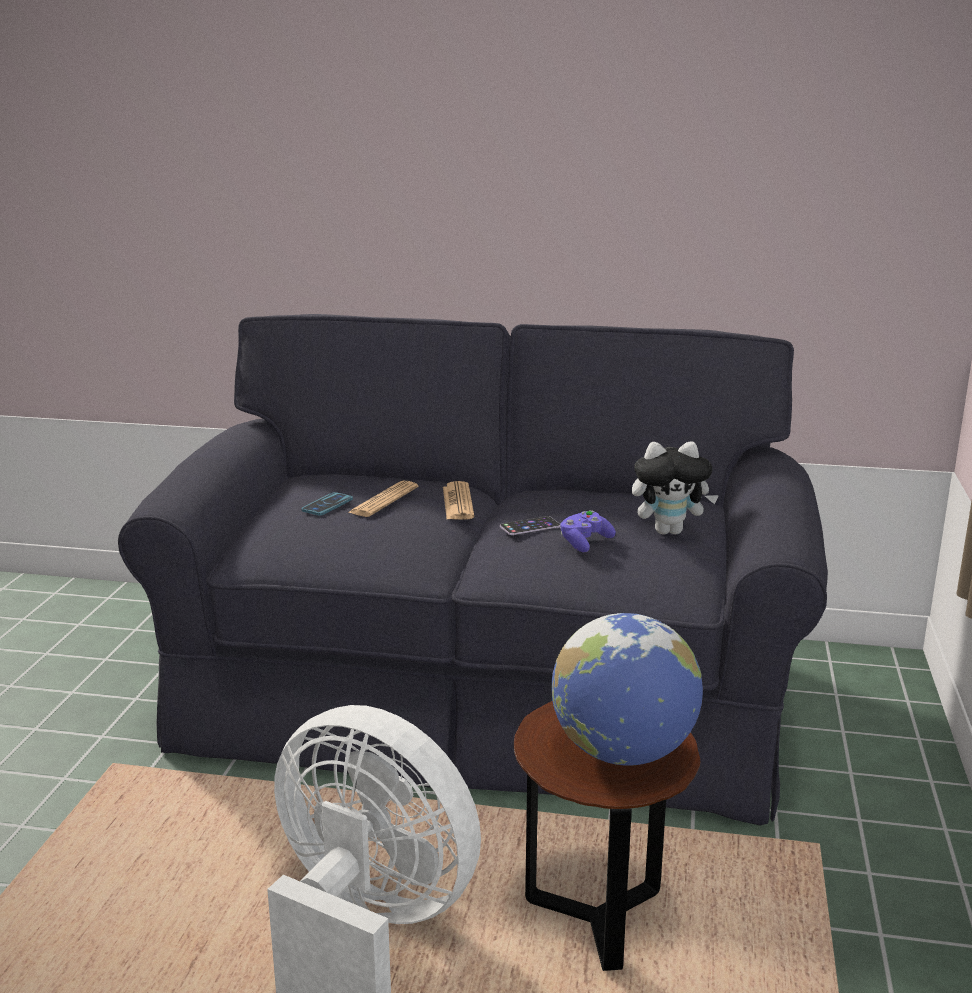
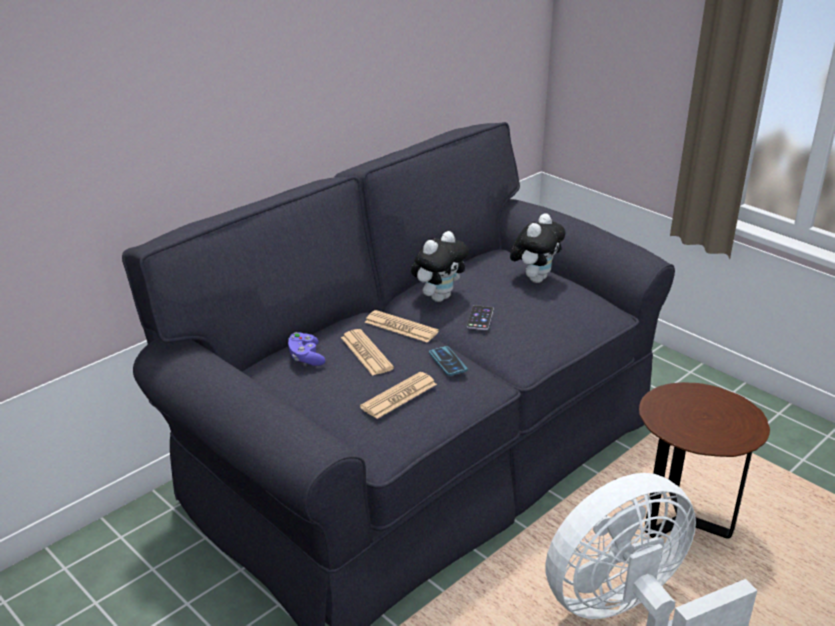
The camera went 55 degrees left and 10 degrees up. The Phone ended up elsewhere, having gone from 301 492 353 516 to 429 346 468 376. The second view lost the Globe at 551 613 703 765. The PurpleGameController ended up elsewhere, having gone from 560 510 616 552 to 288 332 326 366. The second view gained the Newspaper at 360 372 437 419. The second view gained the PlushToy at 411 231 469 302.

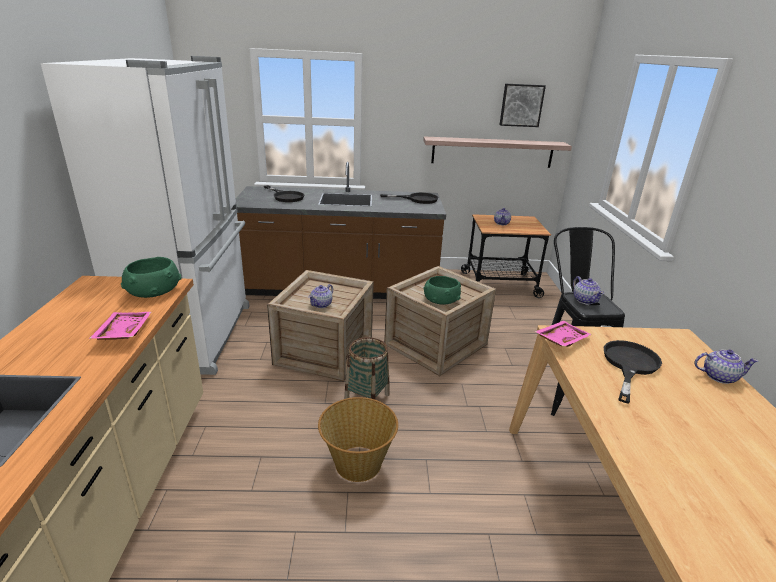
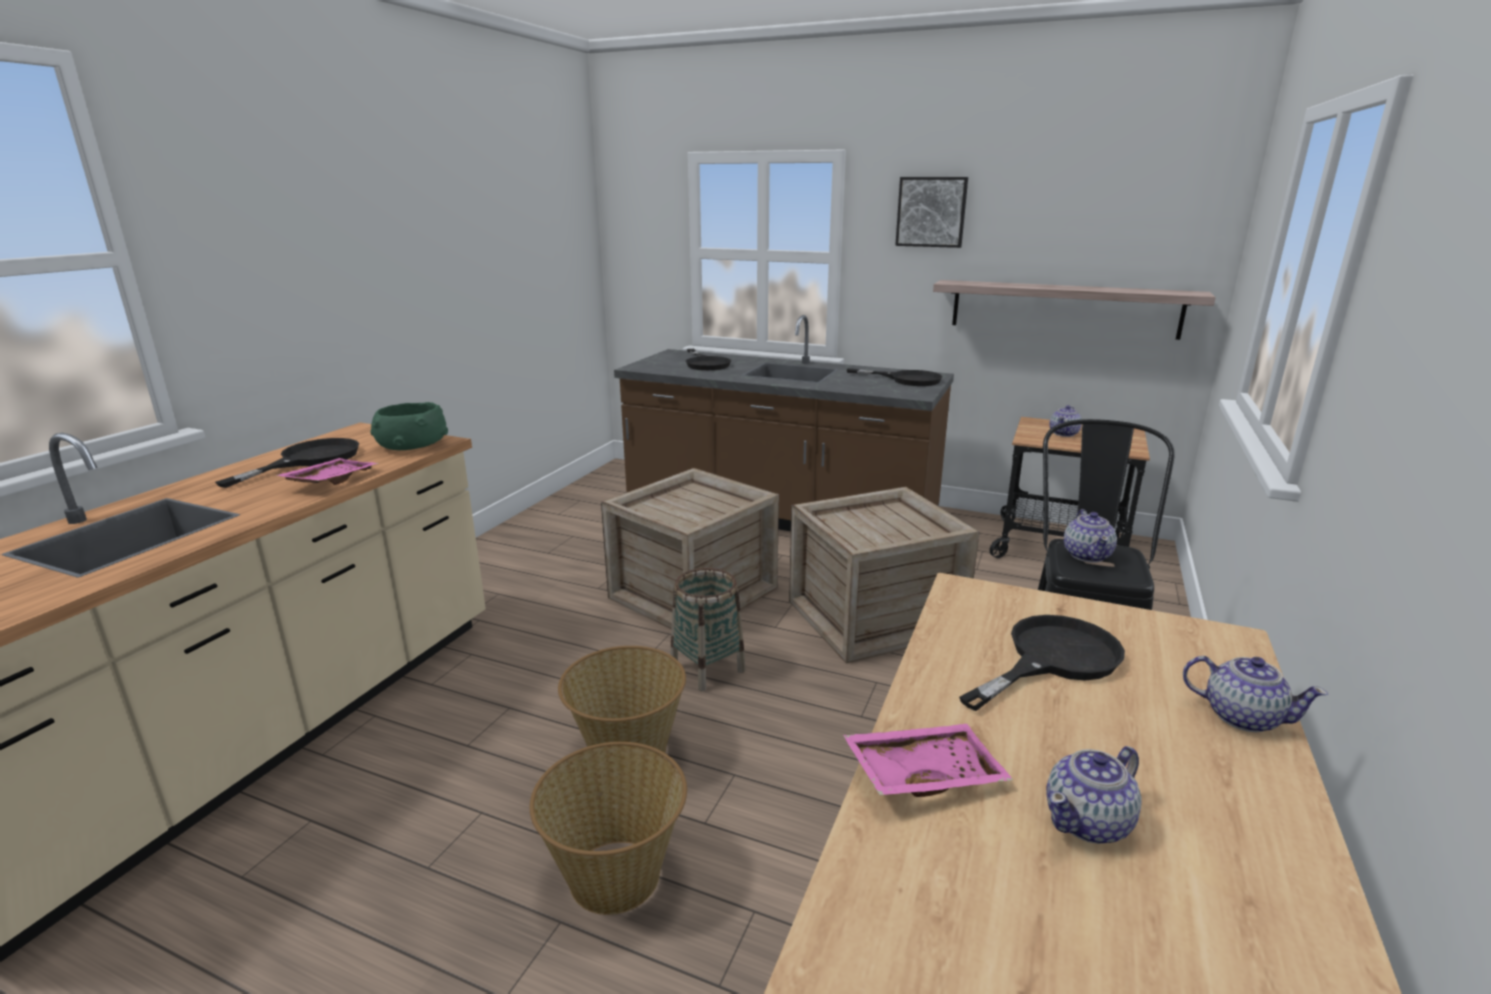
The camera went 25 degrees right and 5 degrees down. The second view lost the WhiteFridge at 41 56 249 375. The Teapot ended up elsewhere, having gone from 308 284 333 308 to 1046 746 1142 844. The second view lost the GreenBowl at 423 276 461 304. The Picture ended up elsewhere, having gone from 500 84 546 127 to 895 177 968 248. The PinkTray ended up elsewhere, having gone from 535 321 592 347 to 843 724 1013 797. The second view gained the BlackFryingPan at 215 438 359 488. The second view gained the Basket at 530 742 687 915.

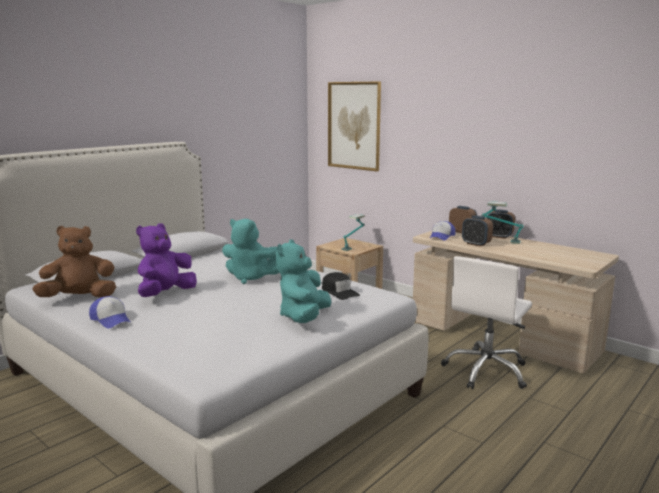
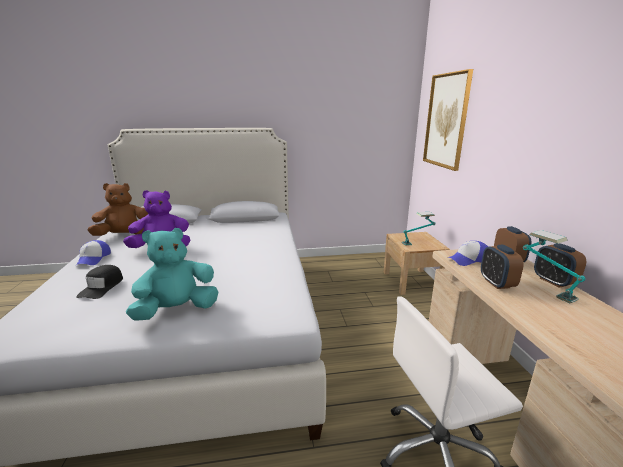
The camera went 40 degrees right and 5 degrees up. The BrownPlushToy at 32 226 116 297 ended up facing another way, 45 degrees counterclockwise from before. The second view lost the TurquoisePlushToy at 222 219 280 284. The BlackCap ended up elsewhere, having gone from 322 272 360 300 to 76 265 123 299.

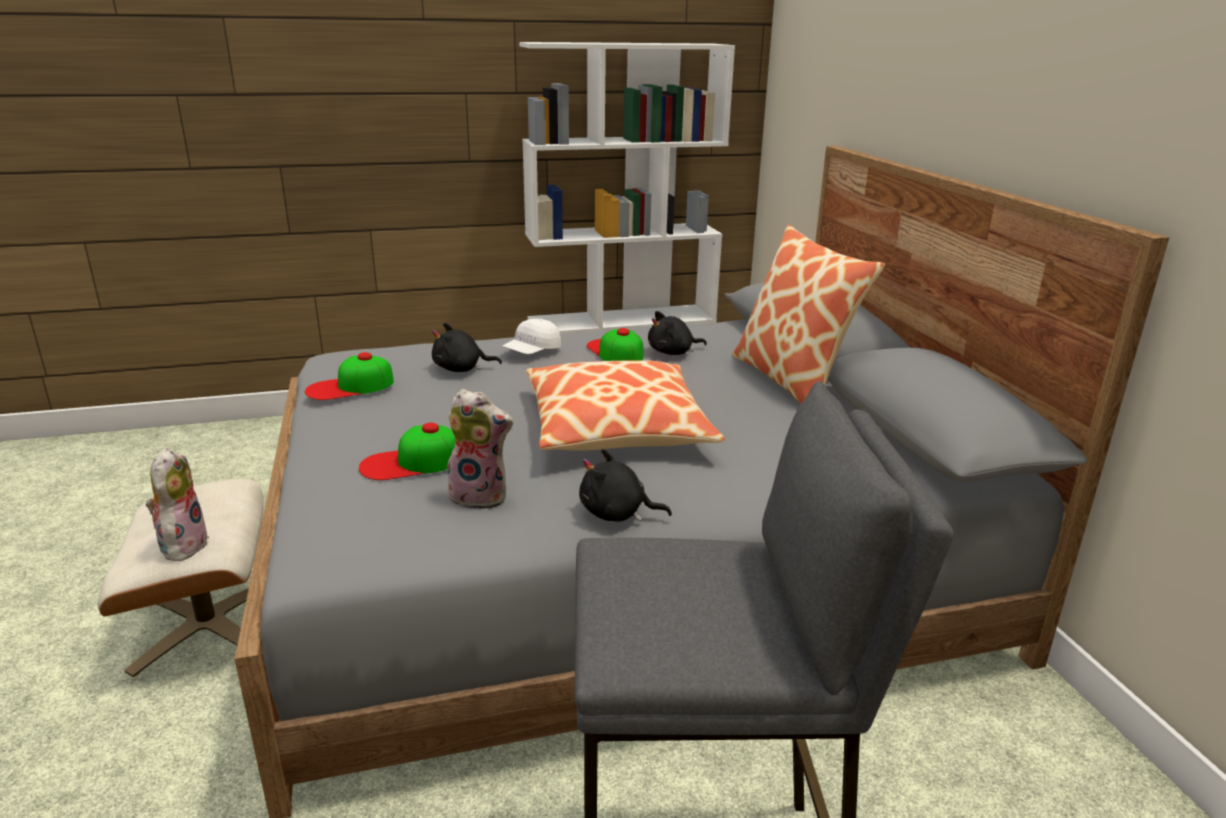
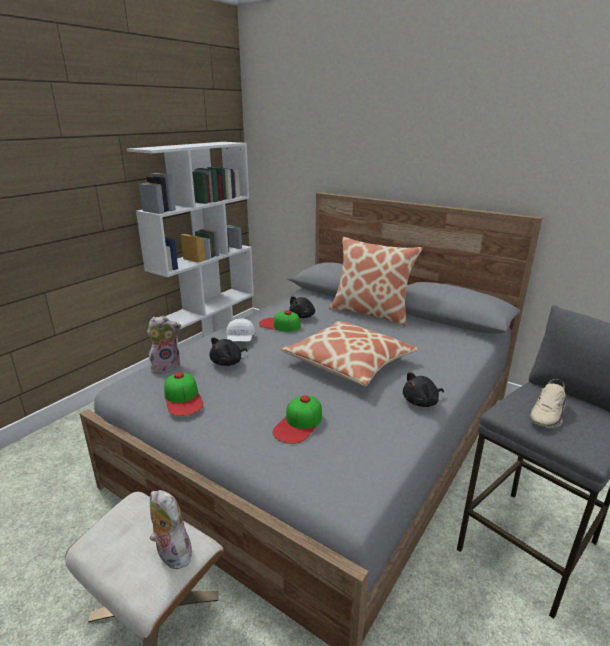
The camera went 40 degrees left and 0 degrees up. The Cap at 305 352 394 400 ended up facing another way, 45 degrees counterclockwise from before. The PlushToy ended up elsewhere, having gone from 445 389 513 510 to 147 315 181 374. The second view gained the BeigeShoe at 530 379 566 428.

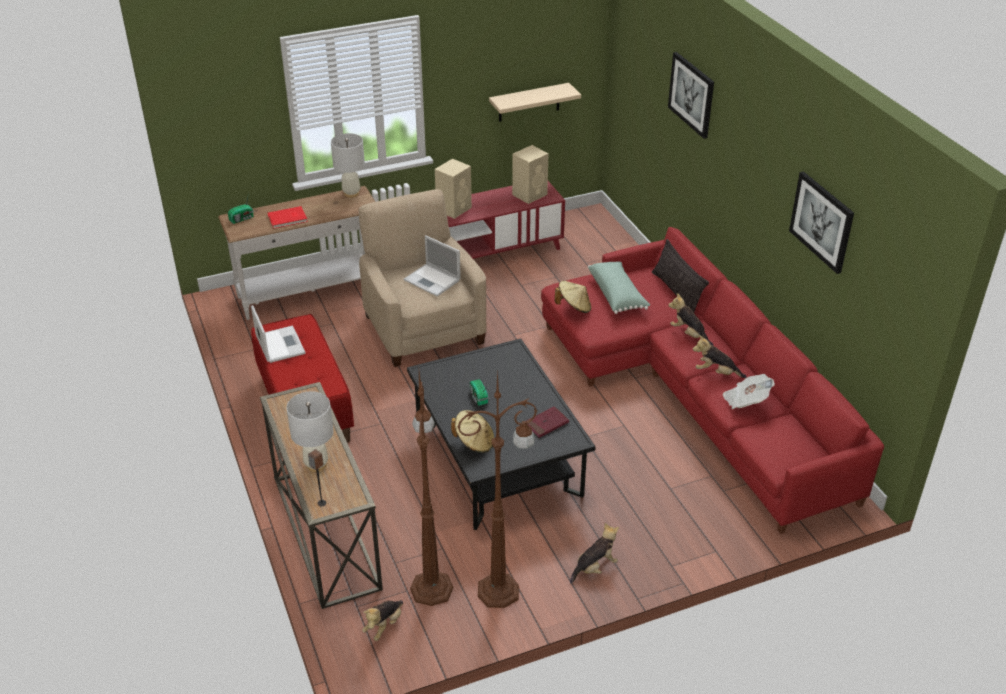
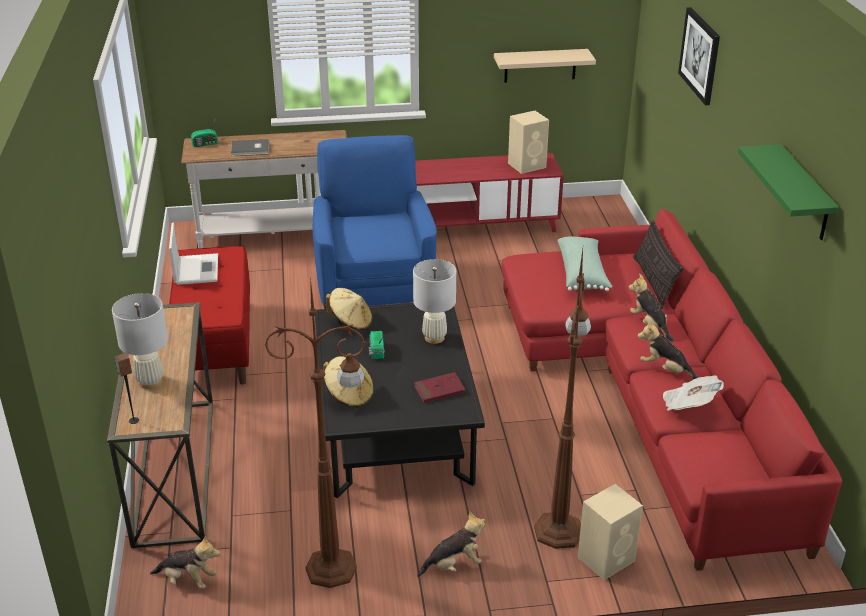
The camera went 15 degrees right and 5 degrees down. What was the RedBook at 268 206 308 228 turned into the GreyBook at 231 139 269 156. The WhiteTableLamp ended up elsewhere, having gone from 331 133 365 198 to 413 259 456 344. What was the BeigeArmchair at 359 189 487 367 turned into the BlueArmchair at 313 135 437 309. The PlushToy at 362 600 403 641 ended up facing another way, 120 degrees counterclockwise from before. The second view lost the Laptop at 403 235 461 296. The BrownFloorLamp ended up elsewhere, having gone from 410 371 453 606 to 534 249 591 549. The BeigeSpeaker ended up elsewhere, having gone from 435 159 472 219 to 578 484 643 580. The BeigeHat ended up elsewhere, having gone from 555 281 591 313 to 326 288 372 330. Where the Picture hung at 789 171 854 274, the GreenShelf came to hang at 738 144 839 240.

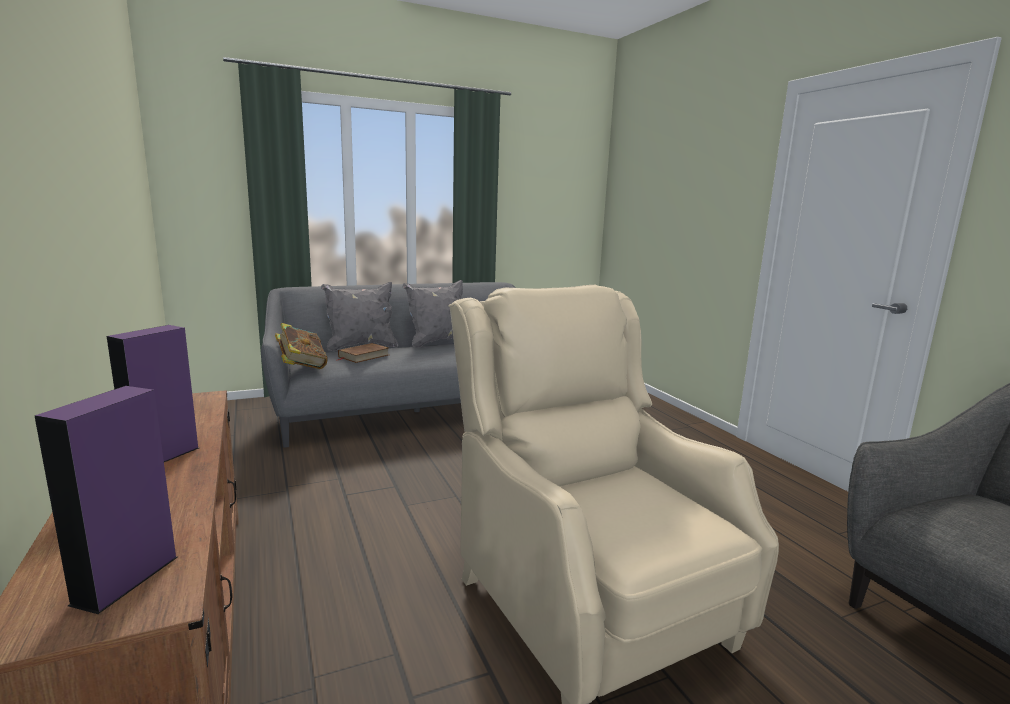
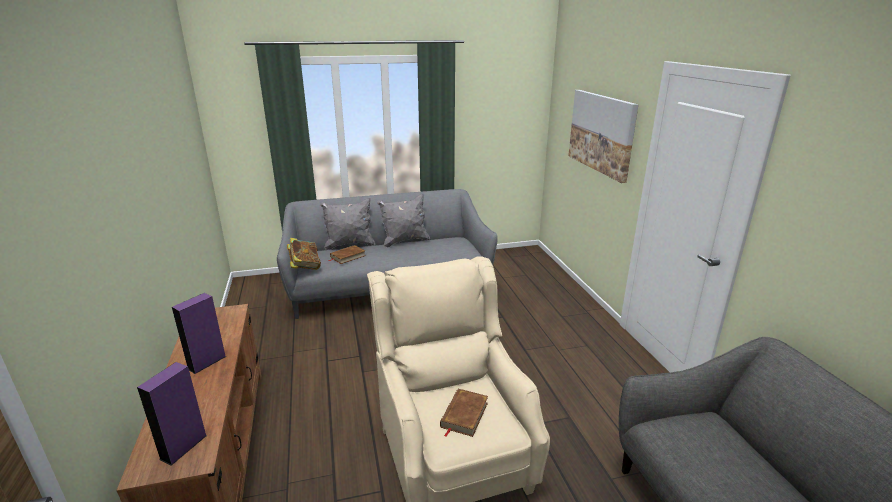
The camera went 10 degrees right and 10 degrees up. The second view gained the BrownBook at 440 389 488 437. The second view gained the Picture at 568 90 639 183.

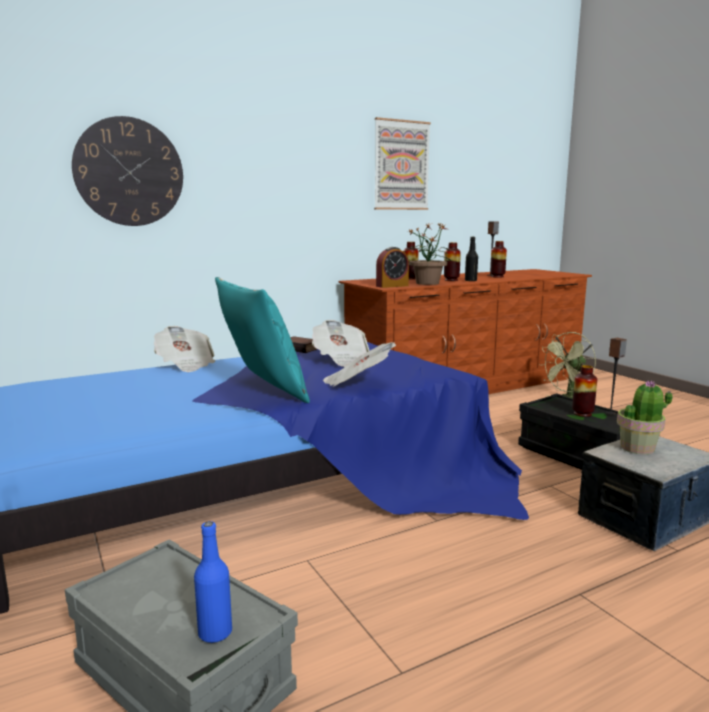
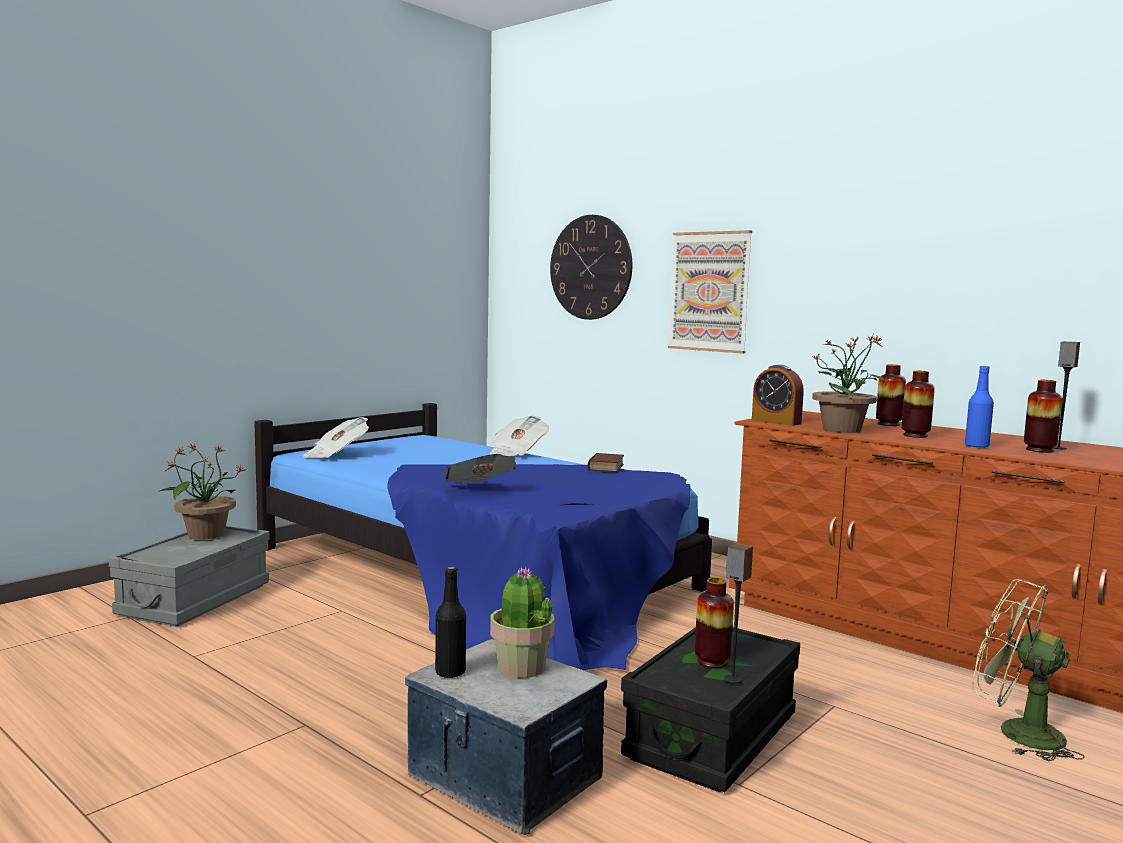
The camera went 70 degrees right and 5 degrees down. The BlueBottle ended up elsewhere, having gone from 194 521 232 643 to 965 366 994 448. The second view lost the TurquoisePillow at 215 277 310 403. The Newspaper ended up elsewhere, having gone from 312 320 369 367 to 303 417 369 458. The Picture ended up elsewhere, having gone from 374 117 431 210 to 668 230 752 354. The BlackBottle ended up elsewhere, having gone from 465 237 478 282 to 435 566 466 678. The second view gained the PottedPlant at 158 443 245 539.

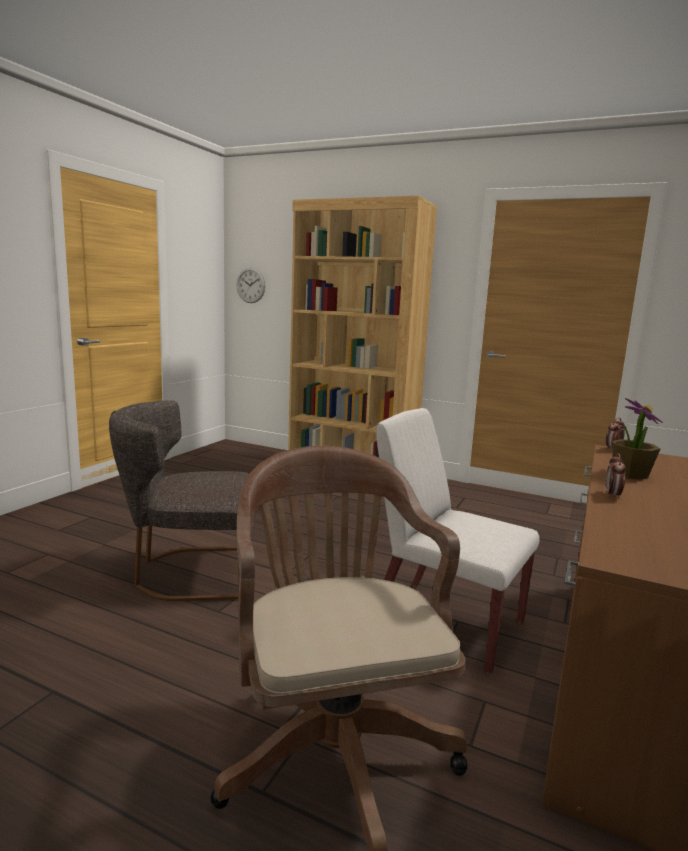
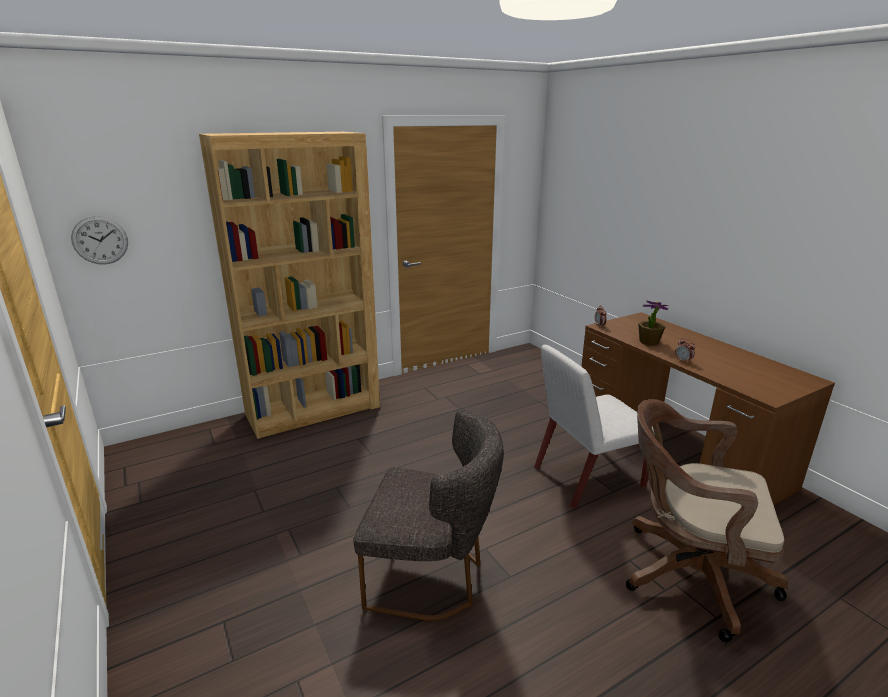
The camera went 55 degrees left and 10 degrees up. The GreyChair at 109 400 249 601 ended up facing another way, 105 degrees counterclockwise from before.

